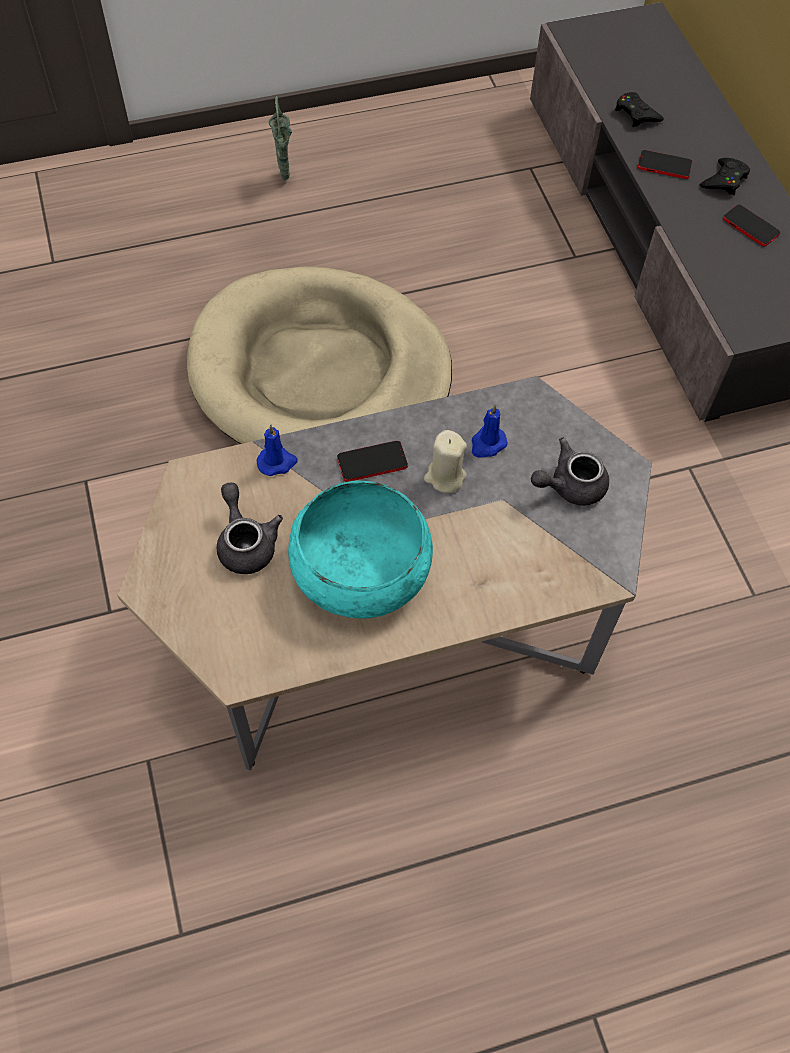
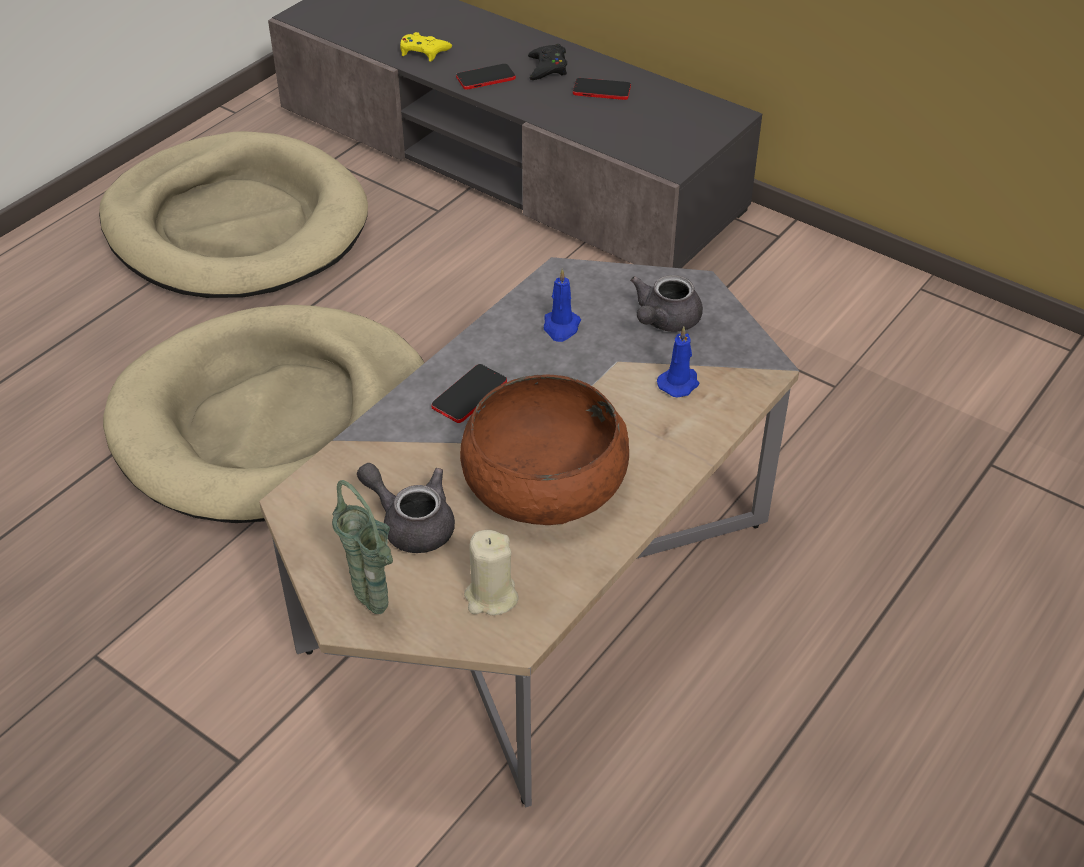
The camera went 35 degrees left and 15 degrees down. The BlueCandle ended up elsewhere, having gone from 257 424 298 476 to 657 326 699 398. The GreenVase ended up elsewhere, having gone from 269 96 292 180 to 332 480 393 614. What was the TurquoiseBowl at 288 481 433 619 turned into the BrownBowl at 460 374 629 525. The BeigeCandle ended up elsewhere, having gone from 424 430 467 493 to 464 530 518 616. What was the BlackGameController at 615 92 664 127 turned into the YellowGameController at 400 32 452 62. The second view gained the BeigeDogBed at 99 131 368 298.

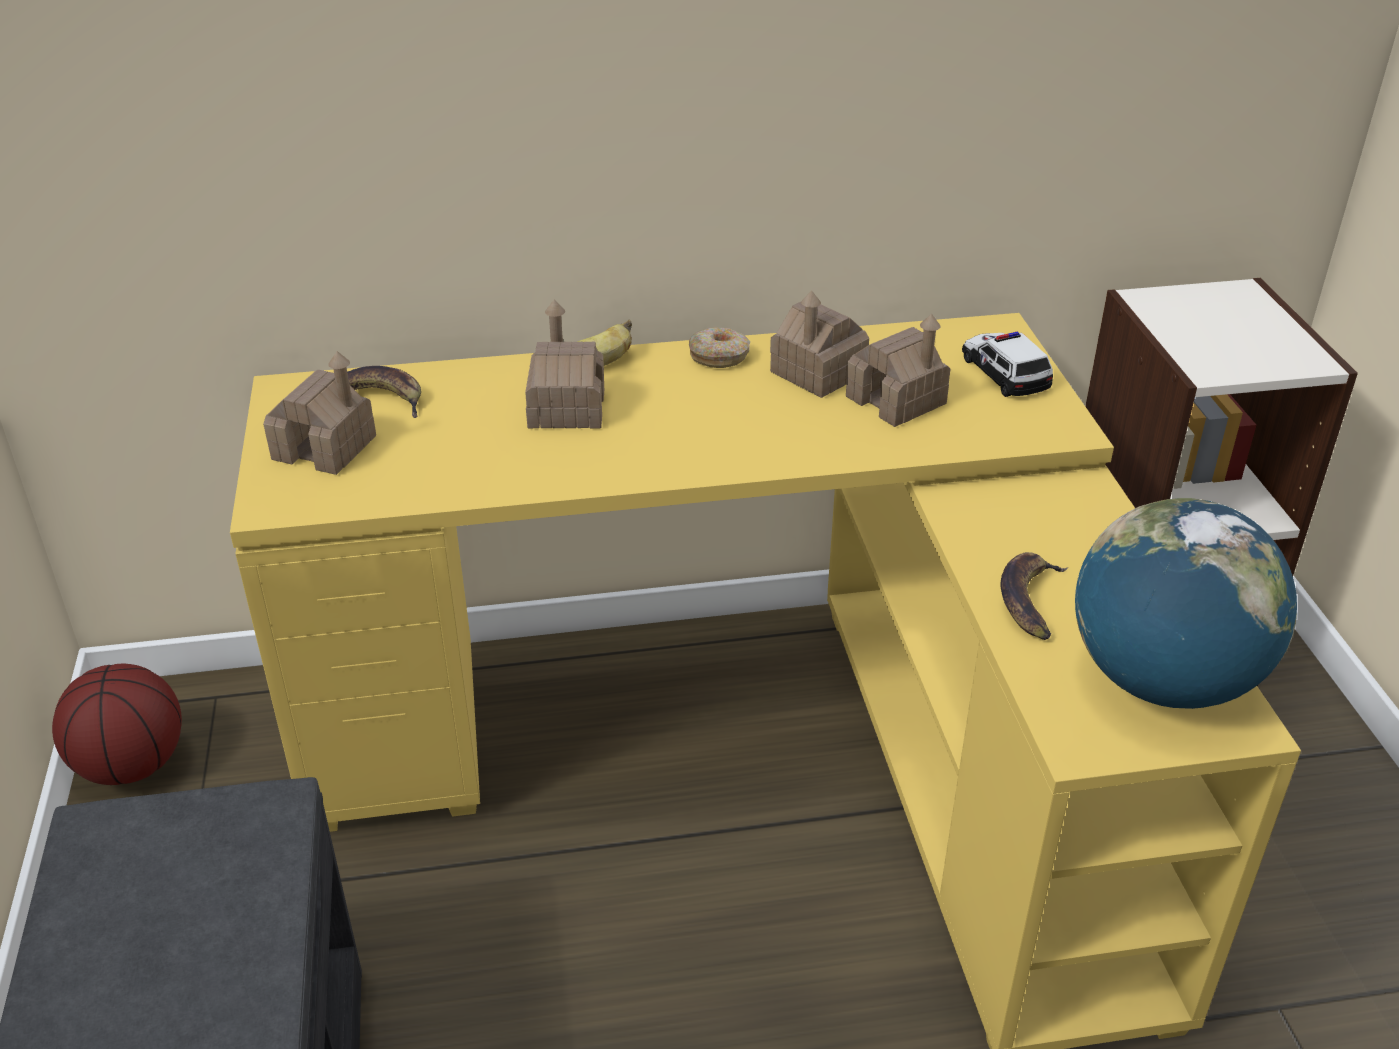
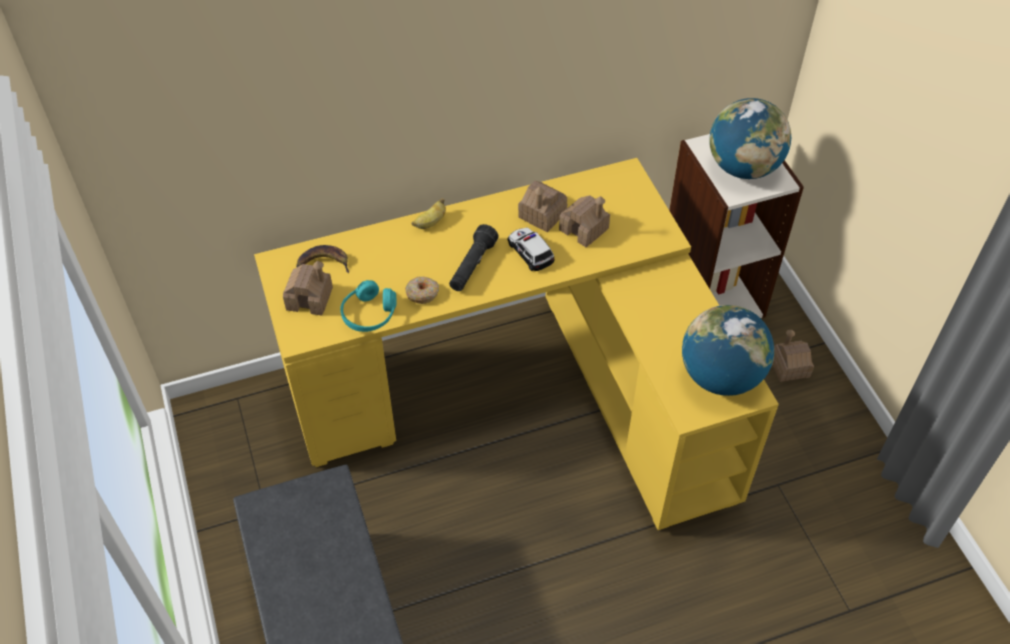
The camera went 10 degrees left and 15 degrees up. The second view lost the Basketball at 52 664 182 785. The ToyHouse ended up elsewhere, having gone from 525 300 604 429 to 773 330 814 382. The Donut ended up elsewhere, having gone from 689 327 750 368 to 405 277 439 304. The ToyCar ended up elsewhere, having gone from 962 332 1053 397 to 507 227 554 271. The second view lost the Banana at 1000 552 1068 640. The second view gained the TurquoiseHeadphones at 340 280 396 332. The second view gained the BlackFlashlight at 449 224 499 291. The second view gained the Globe at 709 98 791 179.

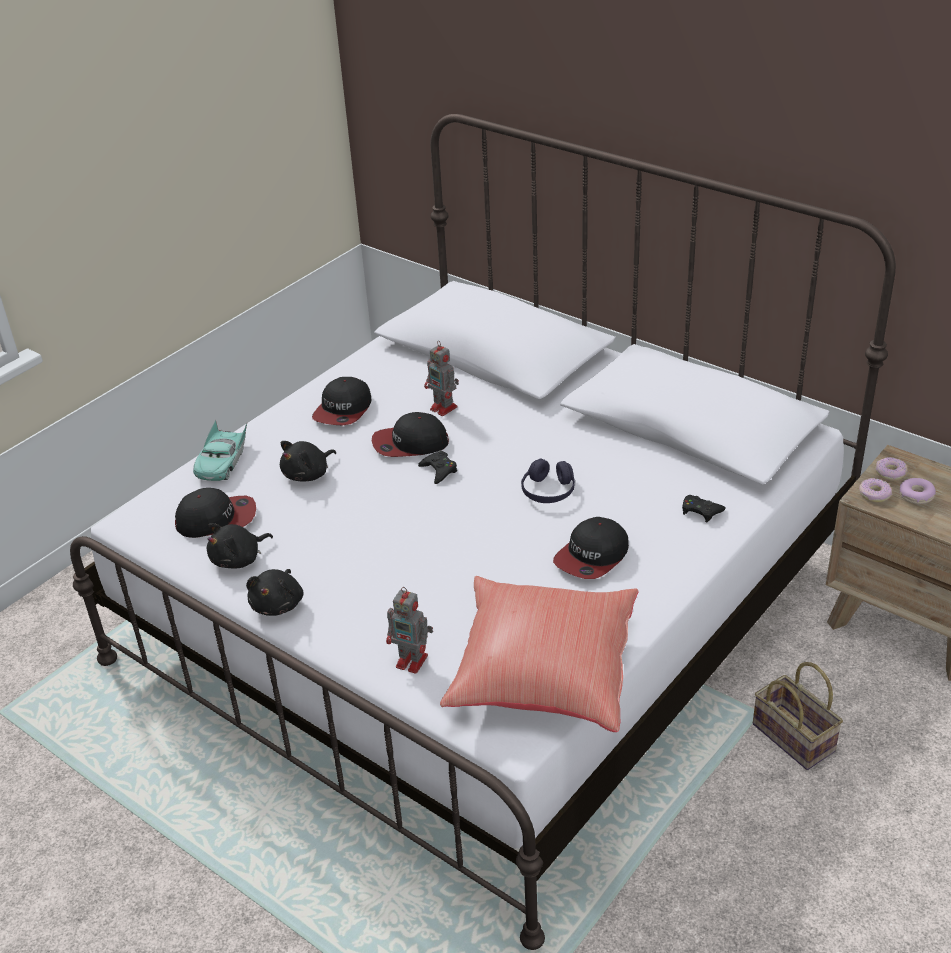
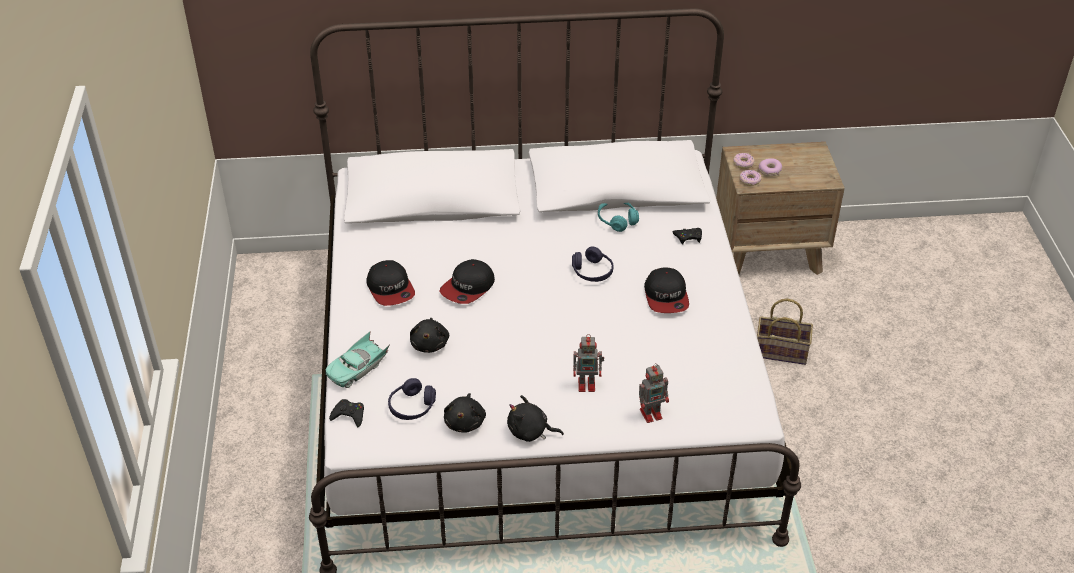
The camera went 45 degrees left and 5 degrees up. Where the Cap stood at 175 488 256 538, the PurpleHeadphones came to stand at 388 378 436 420. The TurquoiseToyCar at 193 420 247 481 ended up facing another way, 75 degrees clockwise from before. The BlackPlushToy at 246 569 304 616 ended up facing another way, 135 degrees clockwise from before. The BlackGameController ended up elsewhere, having gone from 418 451 457 484 to 329 399 364 427. The ToyRobot ended up elsewhere, having gone from 424 341 459 416 to 573 334 604 392. The second view lost the RedPillow at 440 576 638 732. The second view gained the TurquoiseHeadphones at 598 203 639 232.

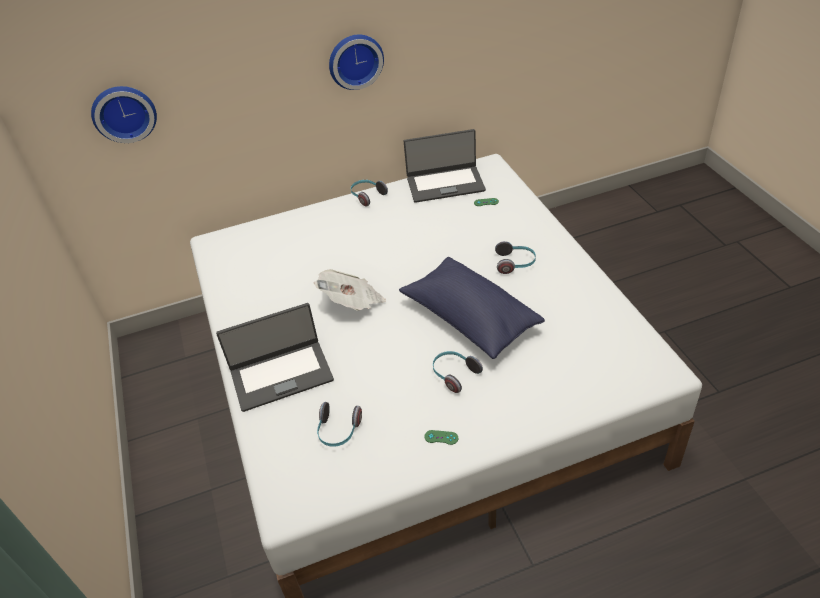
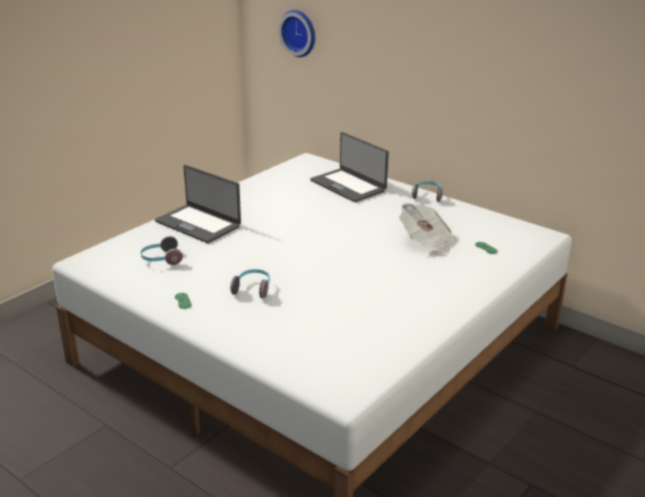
The camera went 55 degrees right and 15 degrees down. The Newspaper ended up elsewhere, having gone from 314 269 386 311 to 399 203 455 255. The second view lost the WallClock at 329 35 384 90. The second view lost the BluePillow at 399 257 545 359. The Laptop ended up elsewhere, having gone from 404 129 486 203 to 310 132 389 202. The second view lost the Headphones at 495 241 536 274.

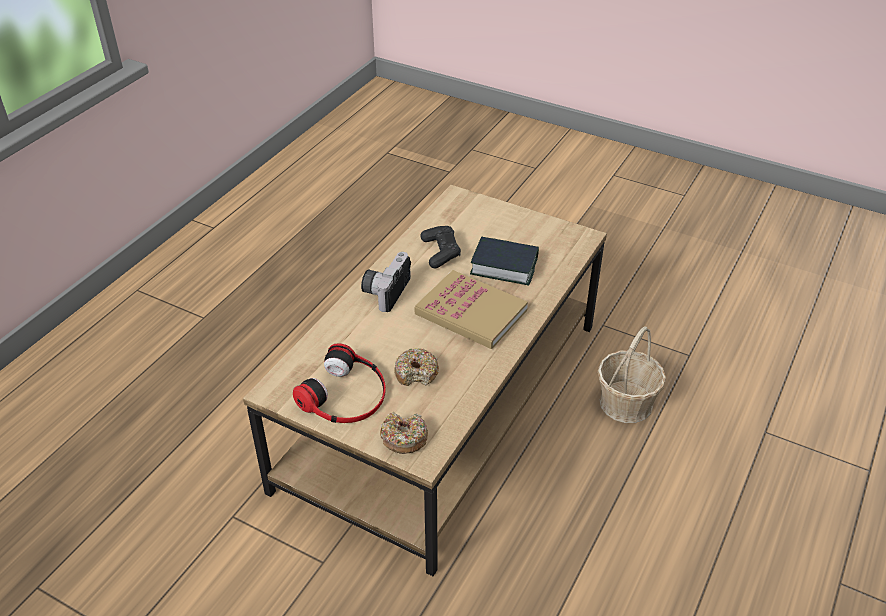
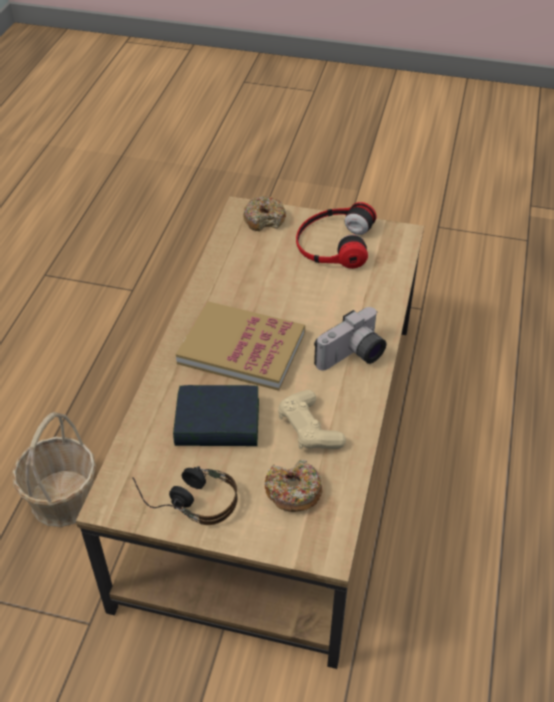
The camera went 165 degrees right and 5 degrees up. The PhotoCamera at 361 252 411 312 ended up facing another way, 45 degrees clockwise from before. The Donut ended up elsewhere, having gone from 394 348 439 386 to 265 460 323 512. What was the BlackGameController at 420 226 461 268 turned into the BeigeGameController at 278 390 346 449. The second view gained the Headphones at 133 466 237 525.

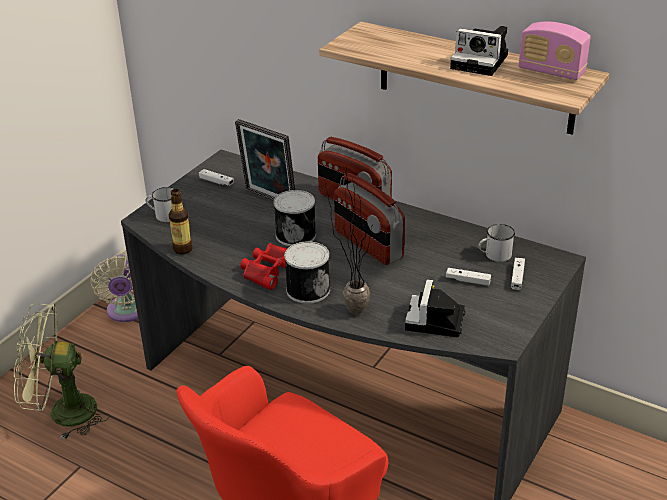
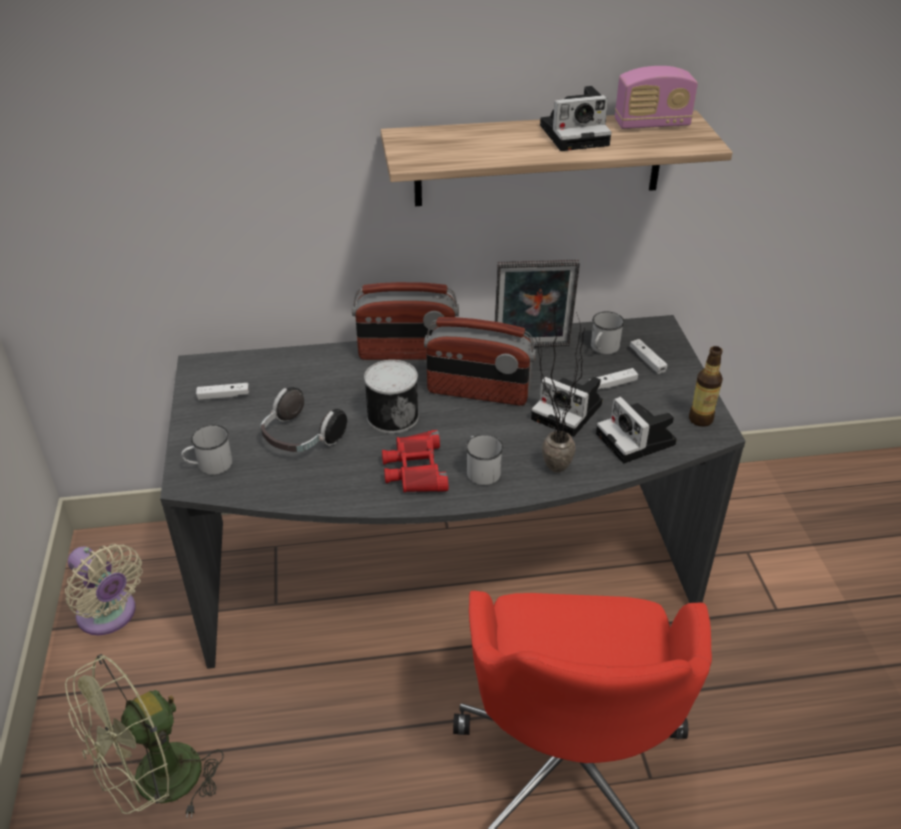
The camera went 40 degrees left and 5 degrees up. The Bottle ended up elsewhere, having gone from 169 189 192 255 to 689 346 723 427. The PictureFrame ended up elsewhere, having gone from 235 119 295 201 to 495 260 580 347. Where the Can stood at 284 241 330 304, the WhiteMug came to stand at 466 434 503 485. The second view gained the Headphones at 260 387 347 452. The second view gained the PhotoCamera at 531 377 602 437.

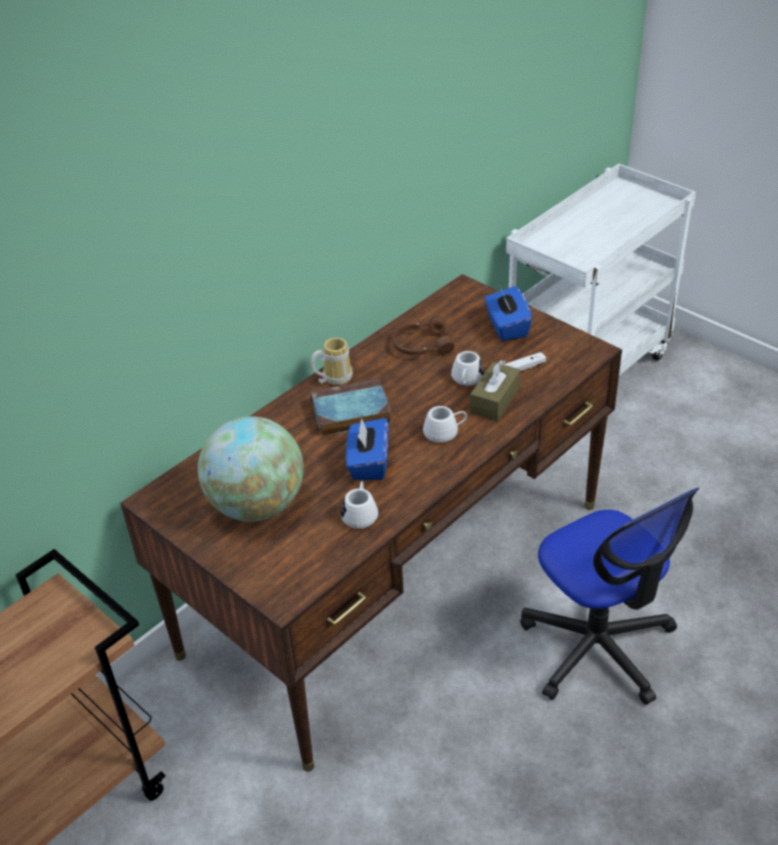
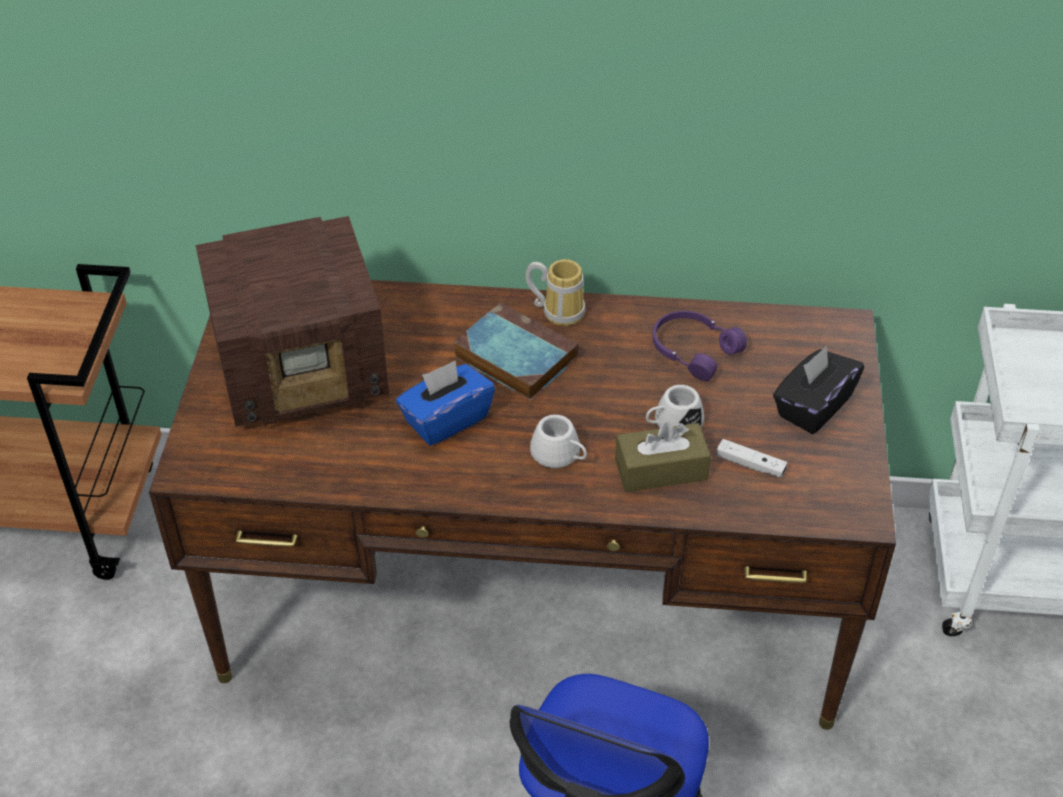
The camera went 50 degrees right and 5 degrees up. Where the Globe stood at 198 416 304 521, the Radio came to stand at 195 216 389 427. The second view lost the WhiteMug at 341 481 378 529. What was the BrownHeadphones at 393 316 455 355 turned into the PurpleHeadphones at 653 311 747 381. What was the BlueTissueBox at 485 286 532 341 turned into the BlackTissueBox at 773 346 864 434.

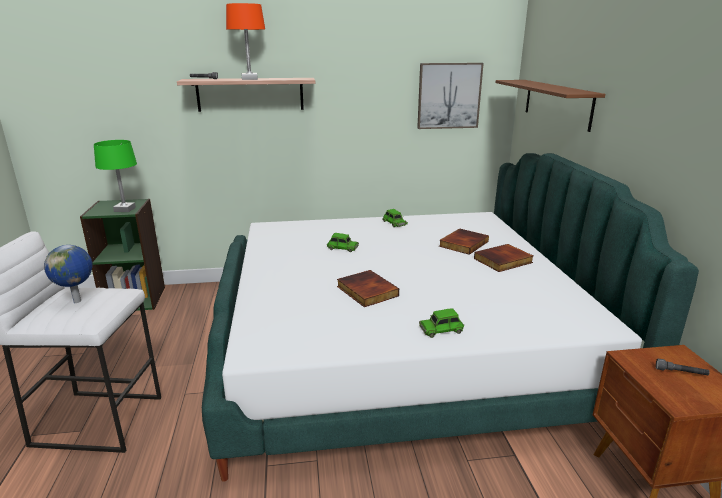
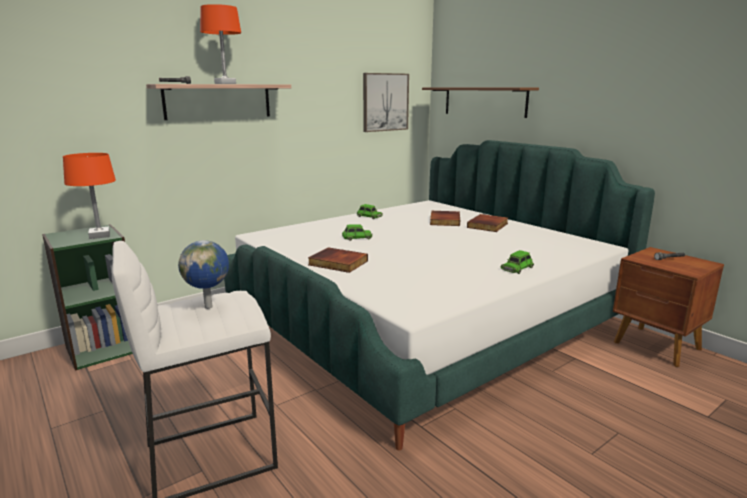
The camera went 30 degrees left and 5 degrees down. What was the GreenTableLamp at 94 140 137 212 turned into the OrangeTableLamp at 63 153 116 239. The Book ended up elsewhere, having gone from 337 270 399 307 to 308 247 368 273.

